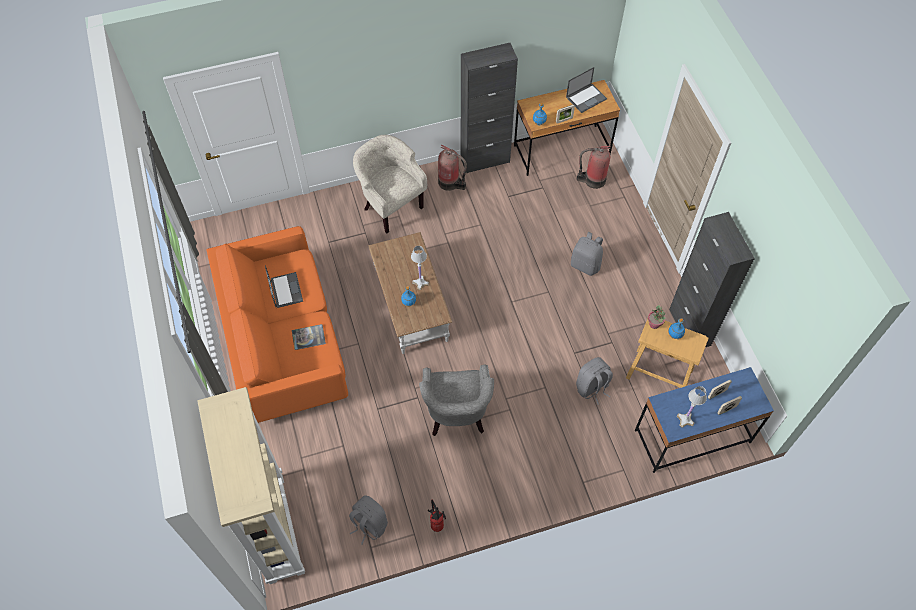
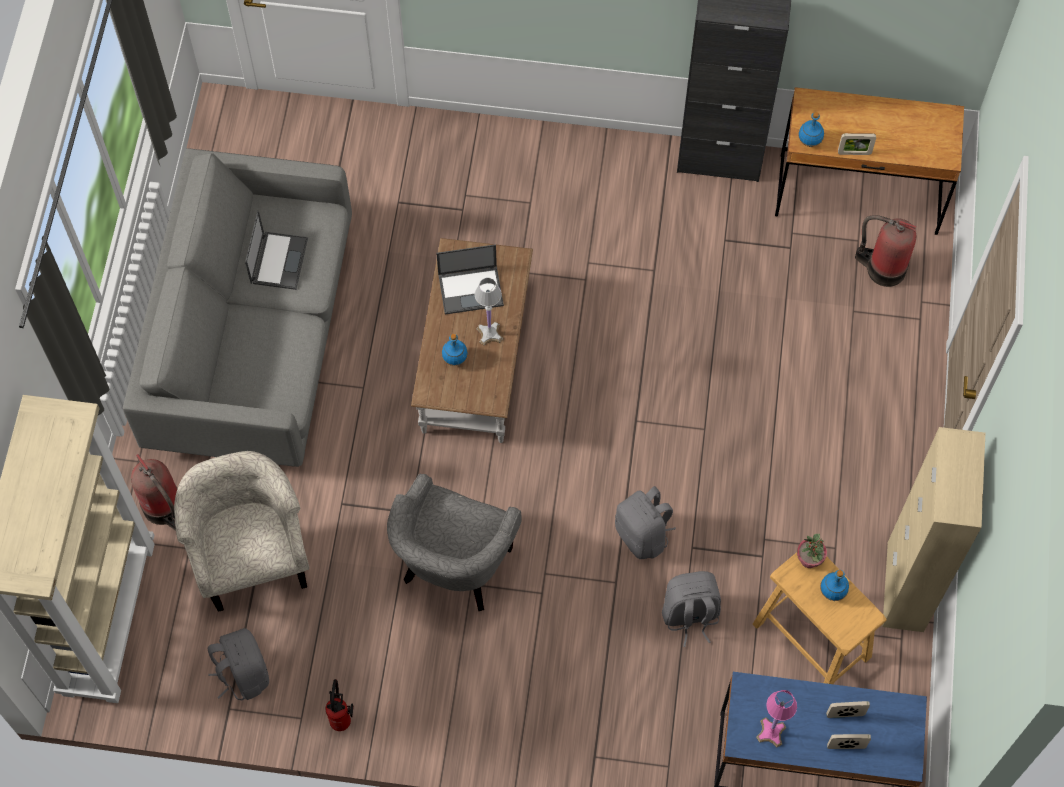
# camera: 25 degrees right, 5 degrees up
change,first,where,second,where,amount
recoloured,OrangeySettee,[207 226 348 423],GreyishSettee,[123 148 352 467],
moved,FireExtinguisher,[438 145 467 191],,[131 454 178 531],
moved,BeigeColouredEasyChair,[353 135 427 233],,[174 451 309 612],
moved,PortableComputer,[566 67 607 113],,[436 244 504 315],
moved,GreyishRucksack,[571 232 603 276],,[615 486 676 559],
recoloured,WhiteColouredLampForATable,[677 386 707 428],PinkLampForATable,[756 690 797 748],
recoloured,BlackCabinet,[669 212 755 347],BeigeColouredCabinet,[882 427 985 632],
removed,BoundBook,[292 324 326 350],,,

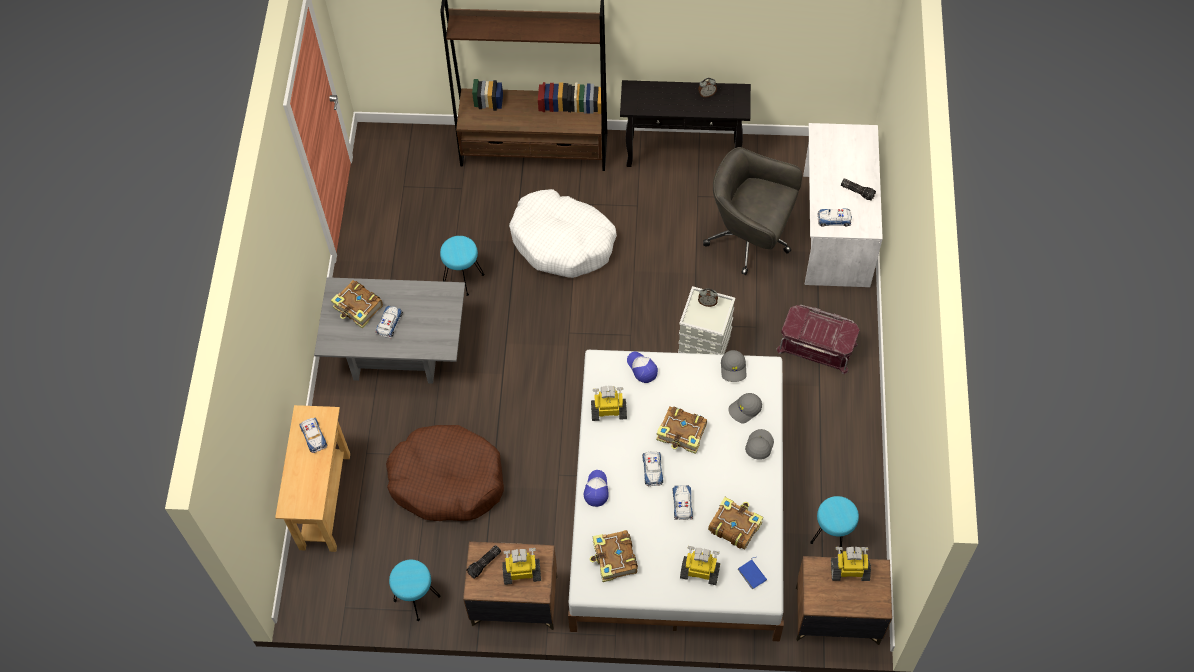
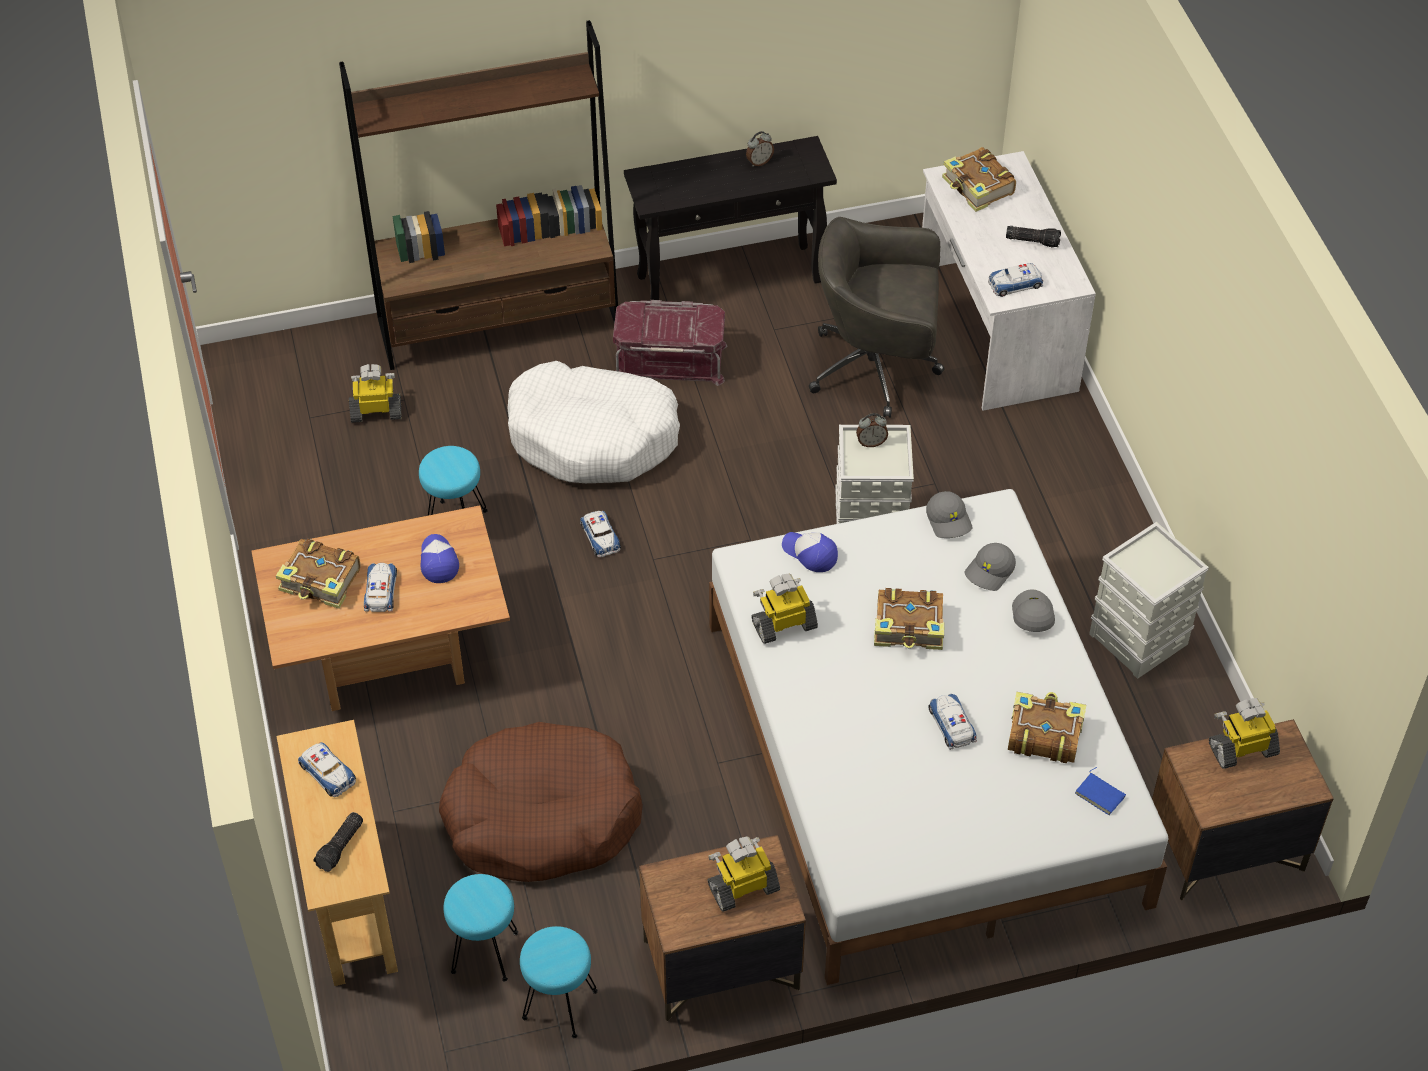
# camera: 20 degrees left, 10 degrees down
change,first,where,second,where,amount
recoloured,GreyishLoungeTable,[314 277 465 384],BrownishLoungeTable,[252 505 510 711],
moved,HandTorch,[466 545 501 579],,[313 812 363 872],
moved,ToyRobot,[680 546 720 585],,[349 364 401 423],
moved,Cap,[584 470 609 507],,[421 534 459 583],
moved,TurquoiseStoolSeat,[810 496 859 552],,[444 874 518 982],
moved,ToyCar,[642 451 663 487],,[580 511 621 557],
moved,ReddishStorageContainer,[777 305 860 374],,[613 300 727 386],
moved,BoundBook,[589 530 638 582],,[942 147 1016 212],
added,,,GreyishStorageContainer,[1089 522 1209 679],

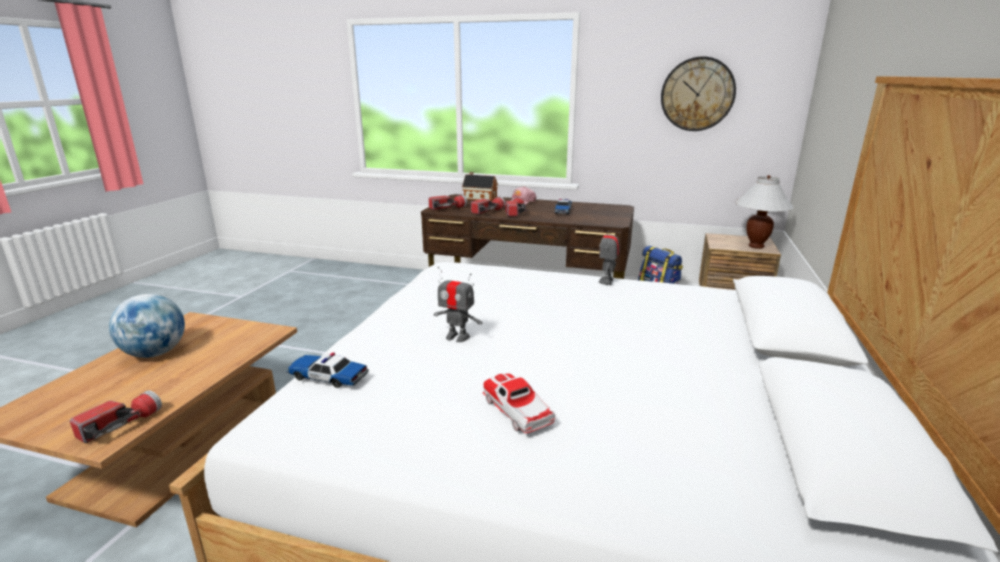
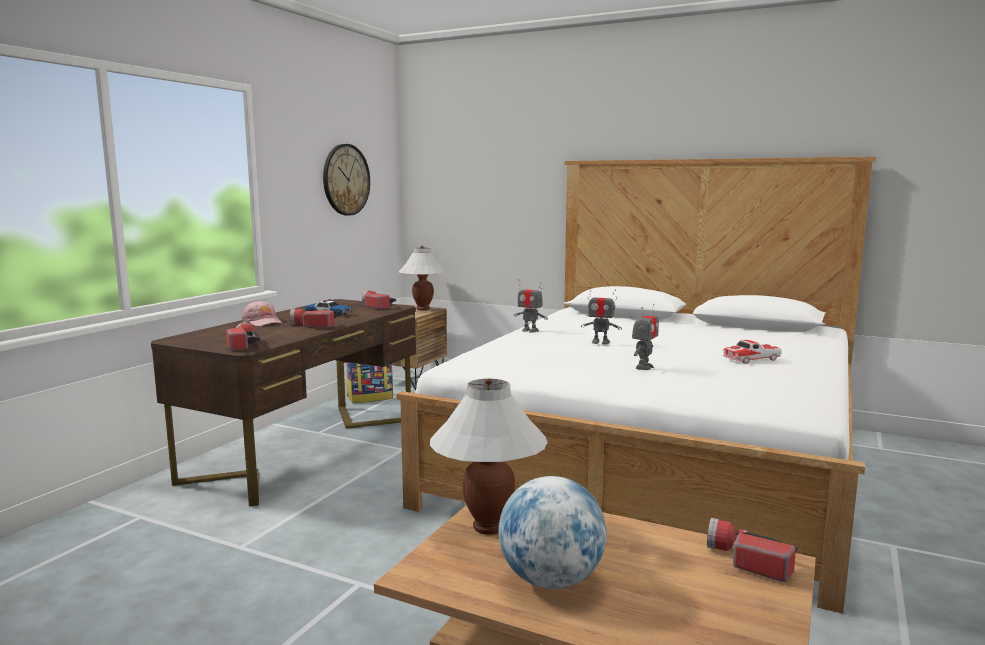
# camera: 80 degrees left, 10 degrees down
change,first,where,second,where,amount
moved,HandTorch,[471 197 505 215],,[362 290 396 309],
added,,,WhiteColouredLampForATable,[430 378 548 535],
added,,,ToyRobot,[581 287 622 344],
removed,ToyCar,[286 352 369 388],,,
removed,ToyHouse,[462 172 498 201],,,

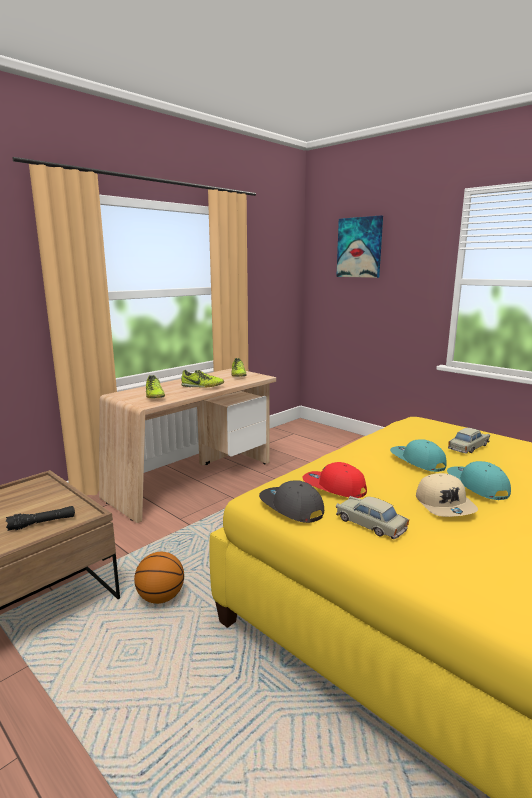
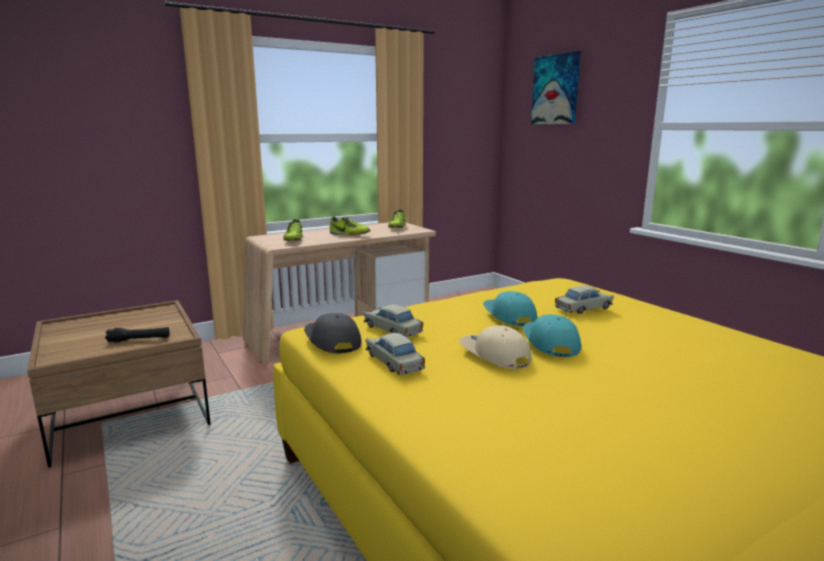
# camera: 15 degrees right, 0 degrees up
change,first,where,second,where,amount
replaced,ReddishCap,[302 462 367 498],BeigeColouredToyCar,[363 304 423 337],
turned,BeigeColouredCap,[416 473 478 517],,[459 325 531 369],135 degrees clockwise
removed,Basketball,[134 552 184 604],,,

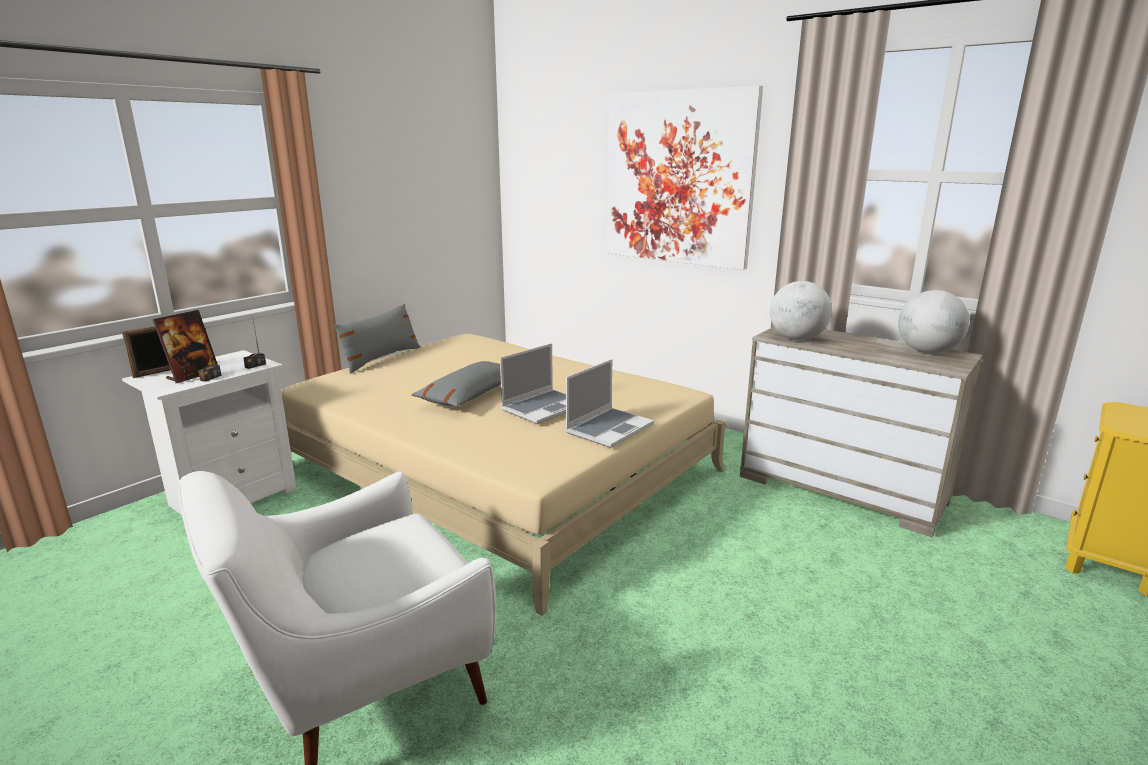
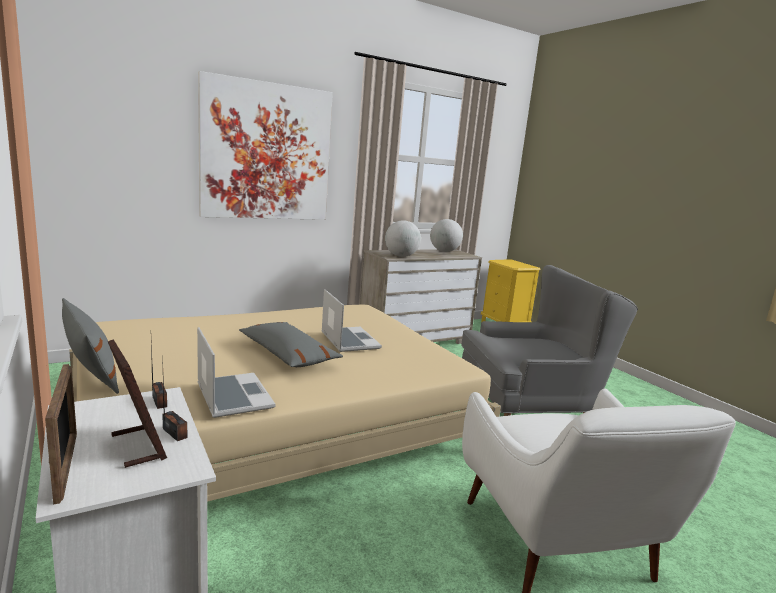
# camera: 70 degrees left, 5 degrees down
change,first,where,second,where,amount
moved,PortableComputer,[566 359 654 448],,[197 327 275 418],
added,,,GreyishEasyChair,[461 265 638 416],

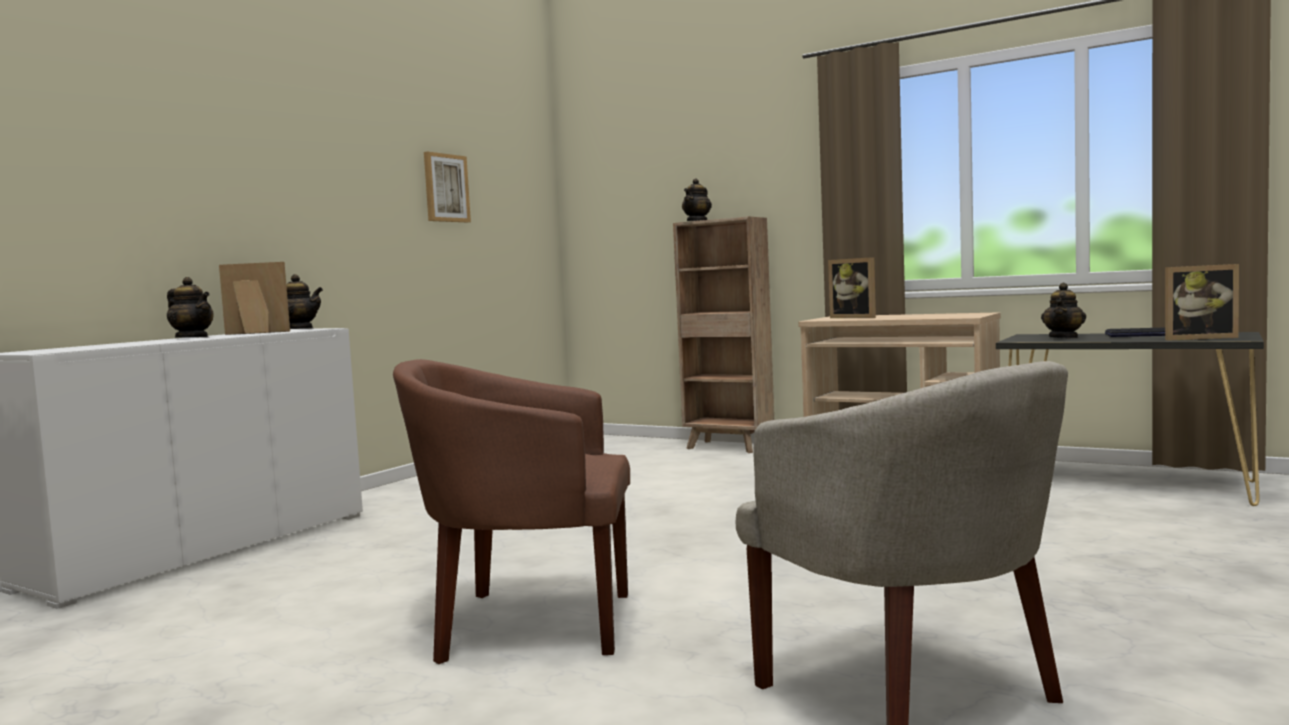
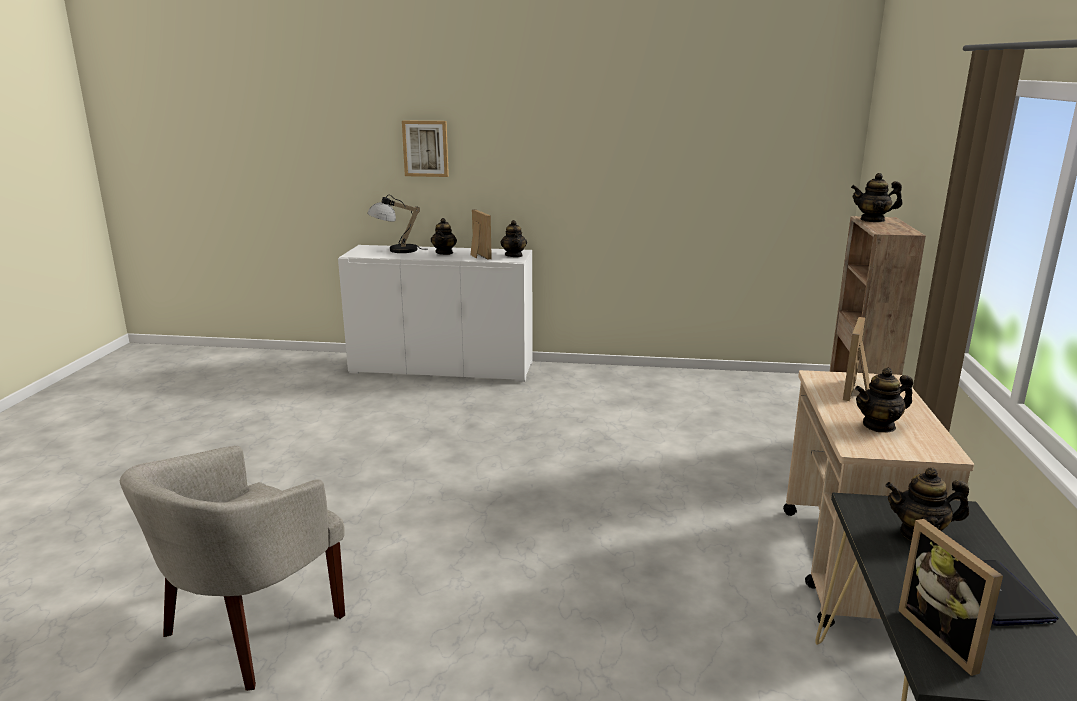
# camera: 65 degrees right, 15 degrees up
change,first,where,second,where,amount
added,,,LampForATable,[367 195 422 253],
moved,WallArt,[424 152 471 222],,[402 120 449 177],
added,,,PotForTea,[855 368 913 433],
removed,BrownishEasyChair,[393 359 630 664],,,

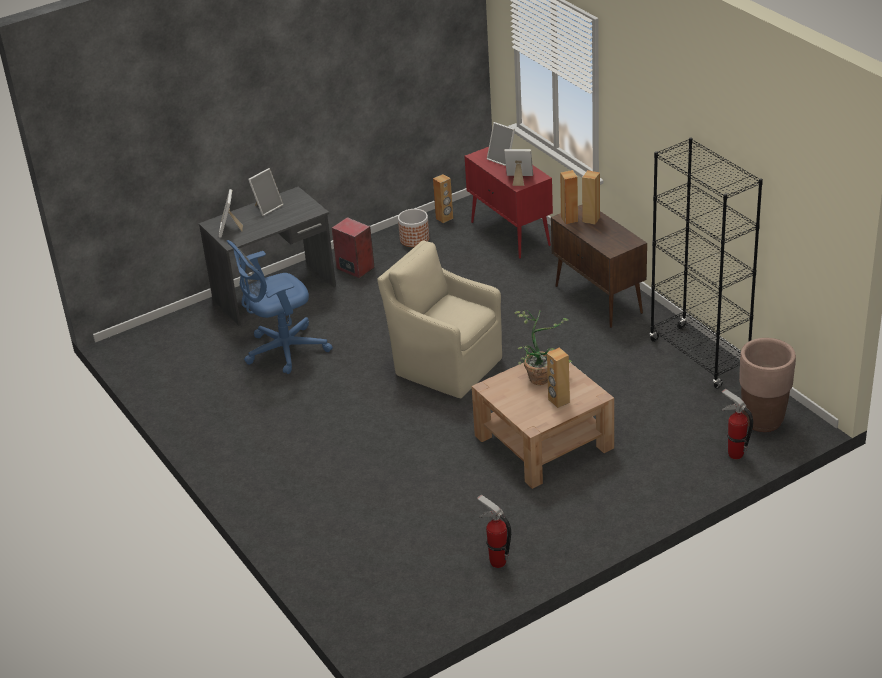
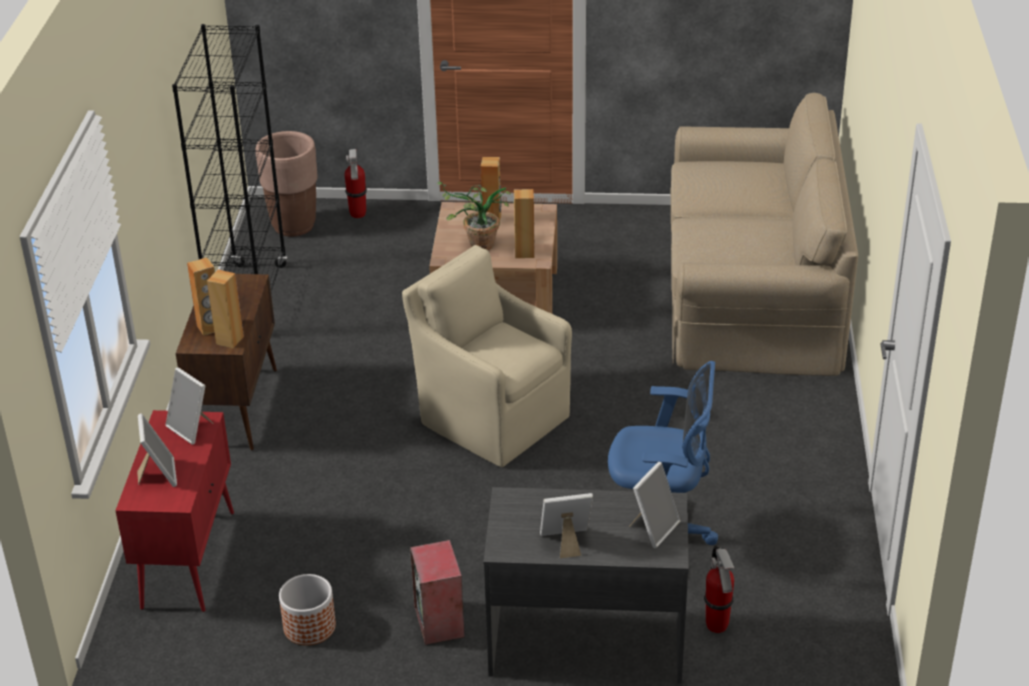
# camera: 145 degrees left, 0 degrees up
change,first,where,second,where,amount
turned,BeigeColouredEasyChair,[377 240 502 398],,[402 245 572 467],150 degrees clockwise
moved,BrownishLoudspeaker,[433 174 453 223],,[514 189 535 258],
added,,,BeigeColouredSettee,[671 93 858 376],
moved,FireExtinguisher,[477 495 511 568],,[704 546 735 633],

